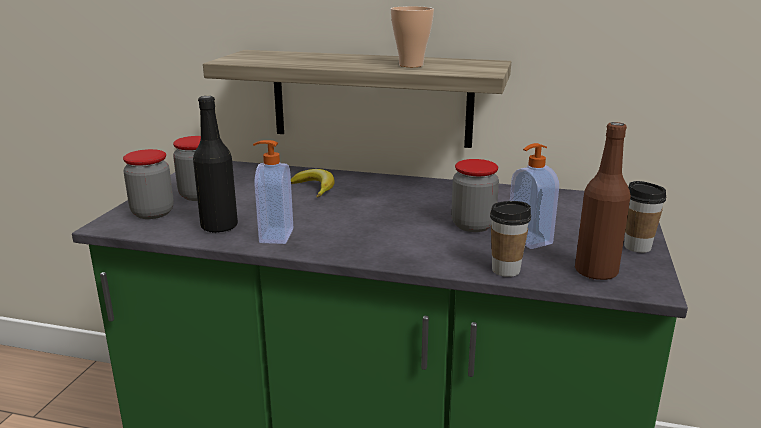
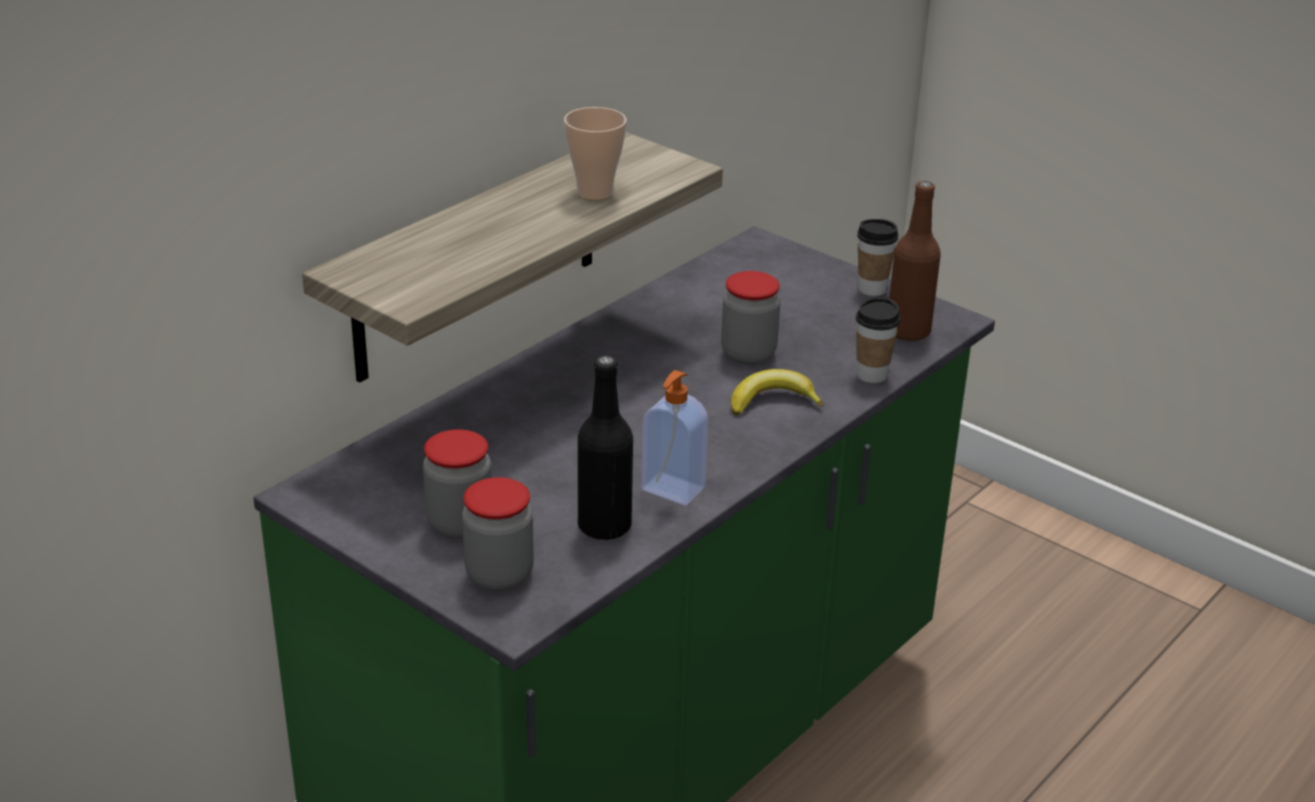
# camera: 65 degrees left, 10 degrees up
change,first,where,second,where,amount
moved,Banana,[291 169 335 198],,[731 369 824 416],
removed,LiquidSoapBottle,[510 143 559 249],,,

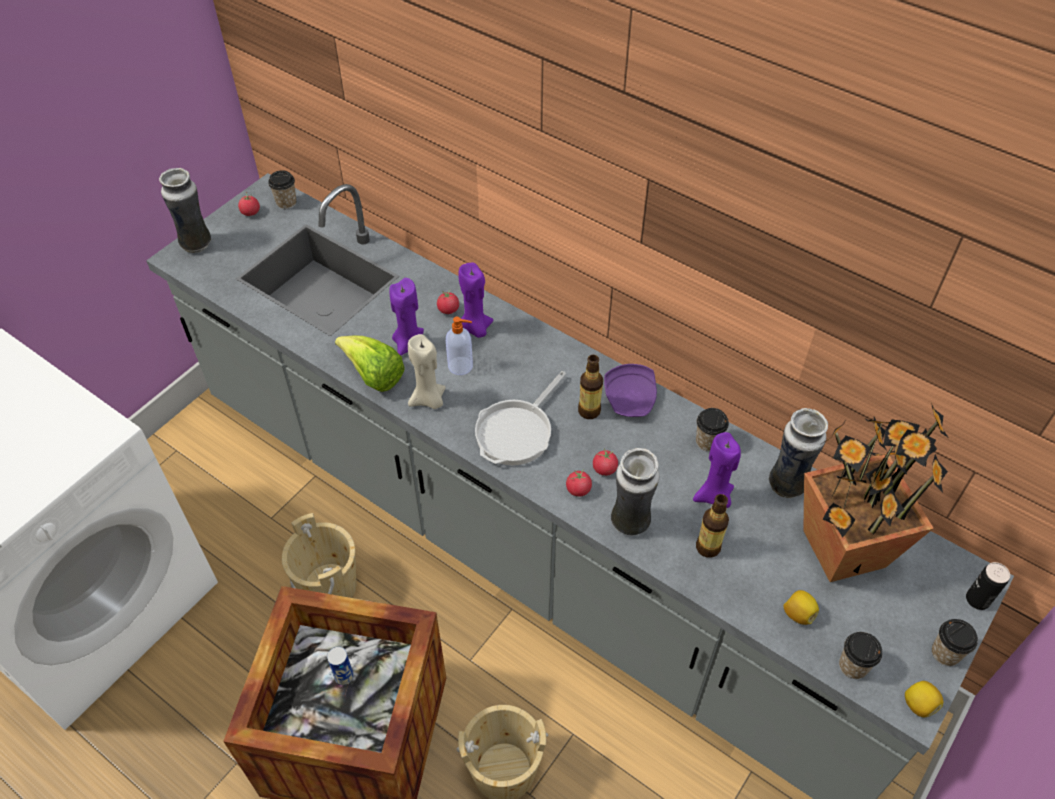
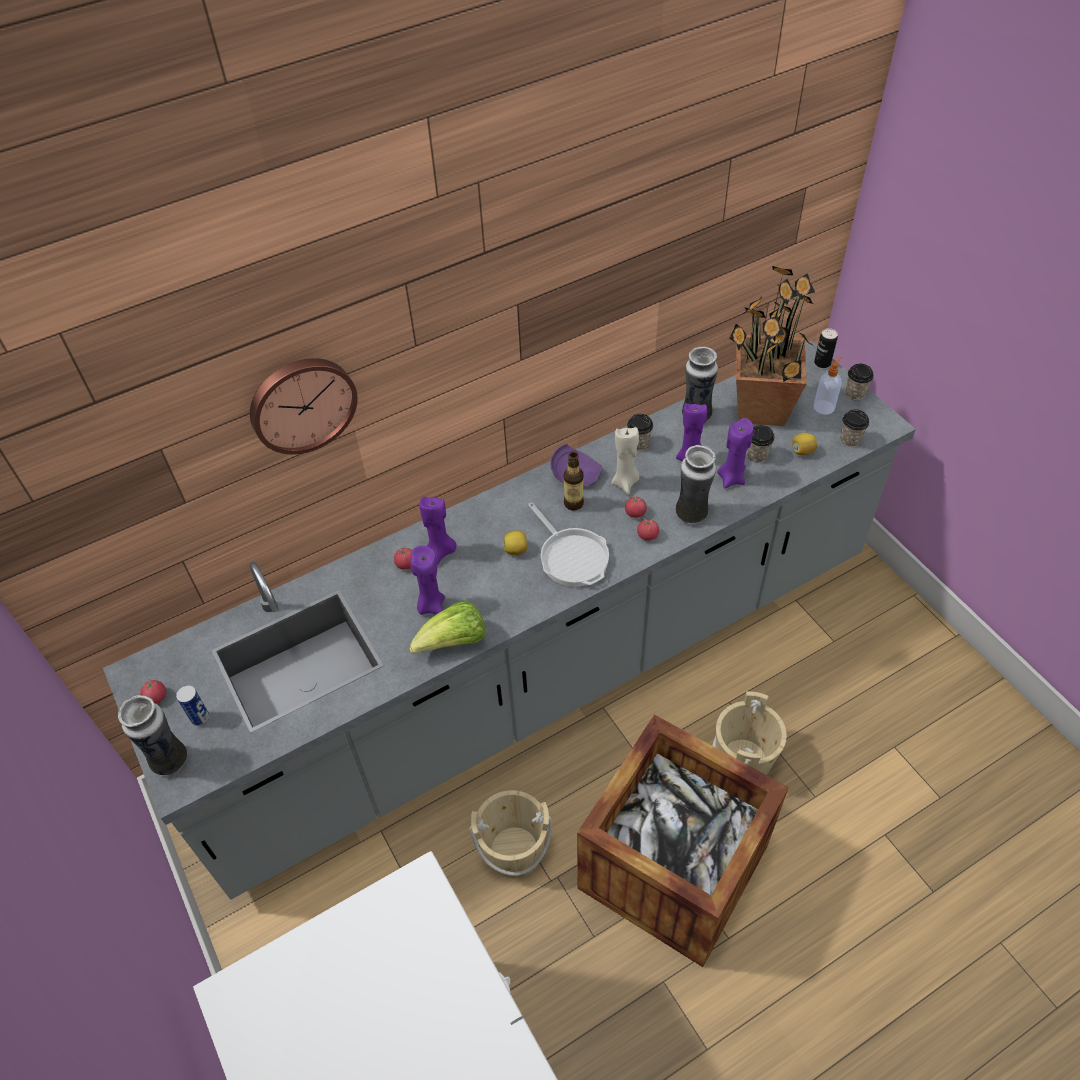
# camera: 65 degrees left, 0 degrees up
change,first,where,second,where,amount
moved,Can,[327 646 354 685],,[176 685 210 726],
added,,,WallClock,[250 358 358 454],
moved,WholeLemon,[905 681 943 717],,[503 530 527 555],
moved,BeigeColouredWaxCandle,[408 334 446 409],,[611 427 639 495],
replaced,BeverageBottle,[696 494 729 558],PurpleColouredWaxCandle,[717 418 754 489],
moved,SmallCup,[268 170 297 209],,[747 425 775 463],
moved,LiquidSoapBottle,[446 317 473 375],,[813 356 842 415],

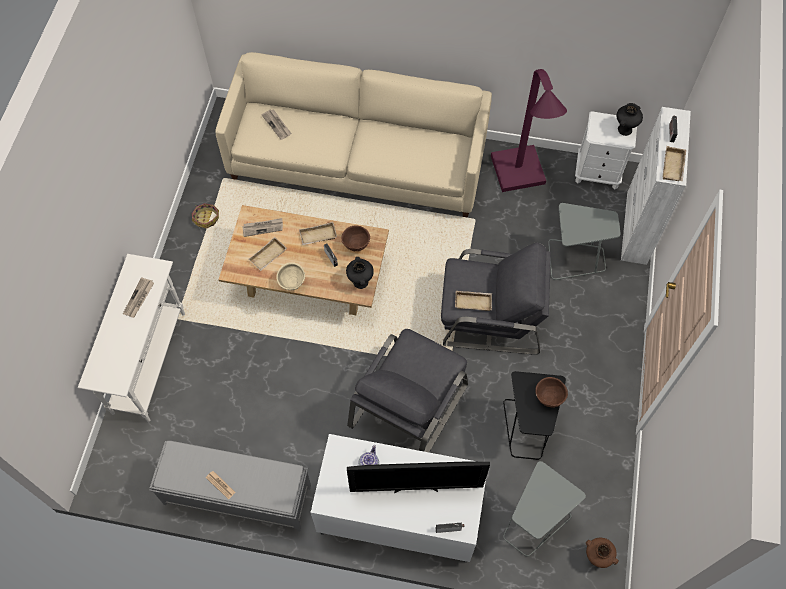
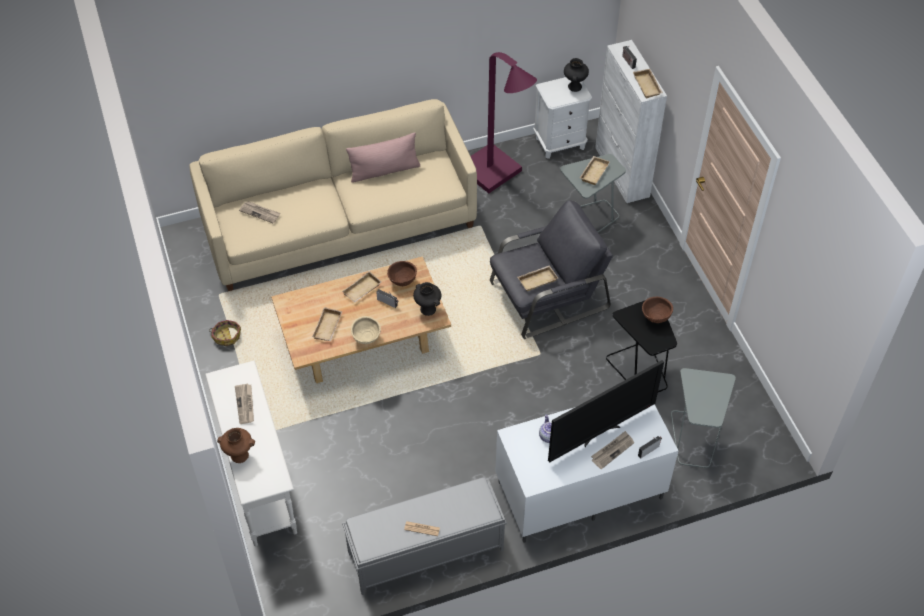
# camera: 30 degrees left, 10 degrees down
change,first,where,second,where,amount
moved,BrownishDecorativeVase,[586 538 619 568],,[217 428 255 463],
added,,,PinkPillow,[346 132 420 183],
added,,,BeigeColouredServingTray,[580 156 610 185],
moved,Newspaper,[242 218 283 237],,[591 431 634 469],
removed,GreyishEasyChair,[347 329 468 452],,,

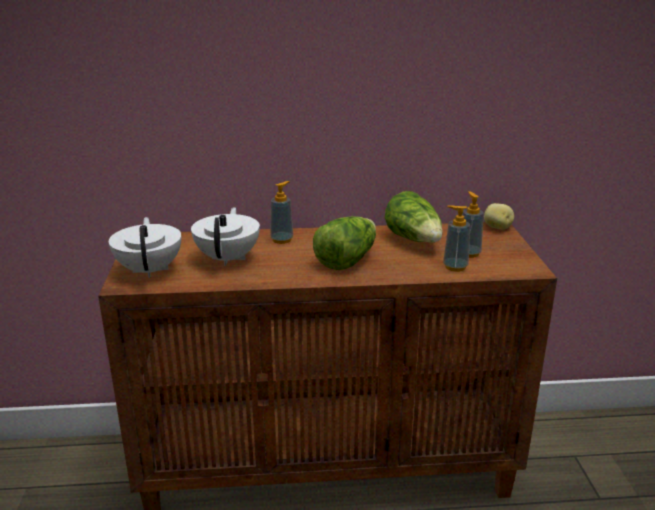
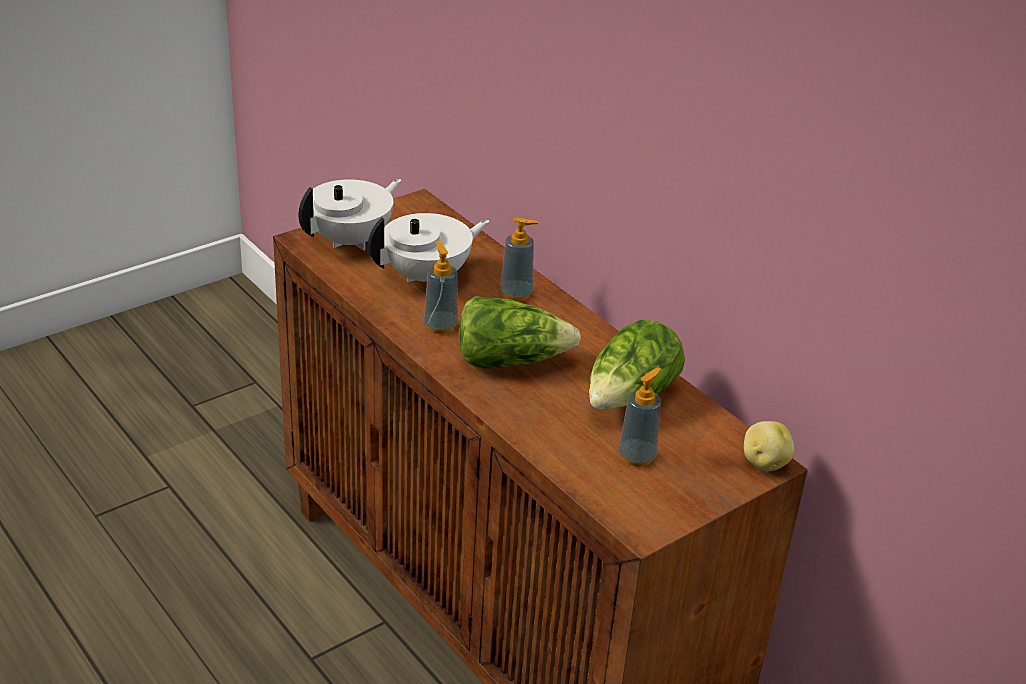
# camera: 55 degrees right, 10 degrees up
change,first,where,second,where,amount
moved,LiquidSoapBottle,[443 205 470 272],,[424 241 458 334],

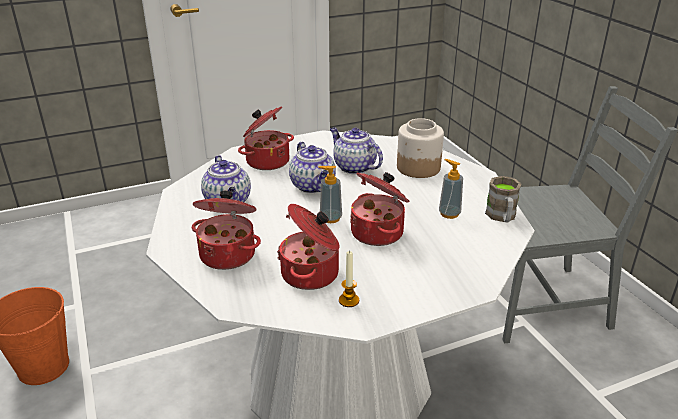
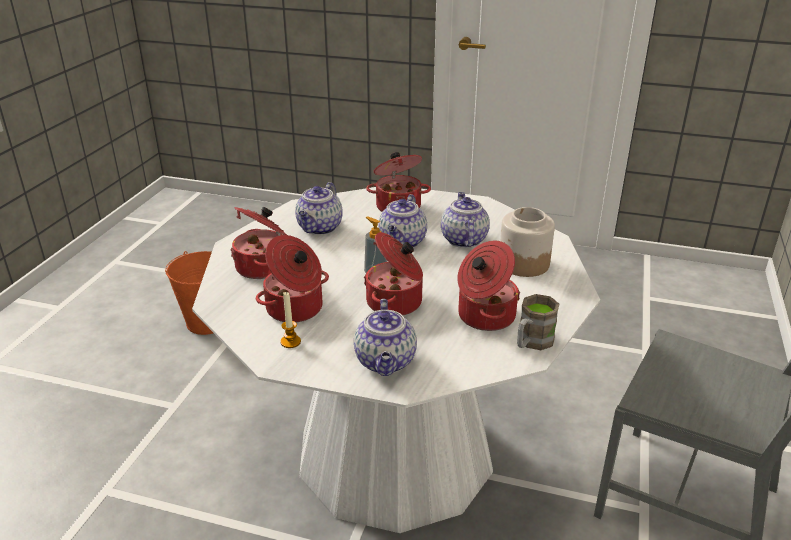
# camera: 40 degrees right, 0 degrees up
change,first,where,second,where,amount
added,,,PotForTea,[354 299 417 376],
replaced,LiquidSoapBottle,[439 159 463 219],Stockpot,[457 241 520 331],

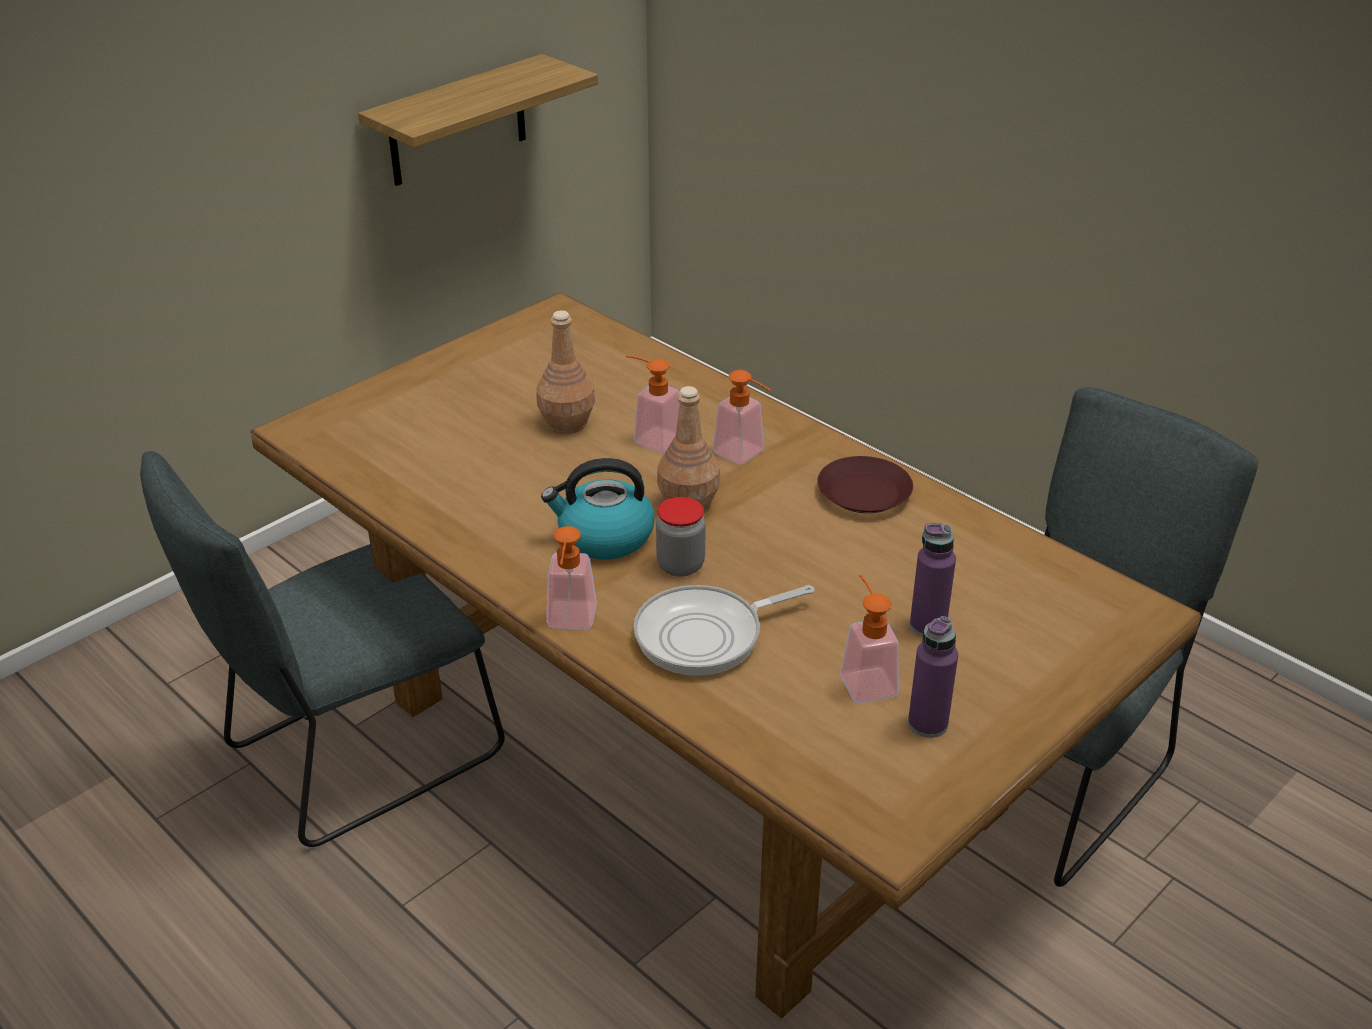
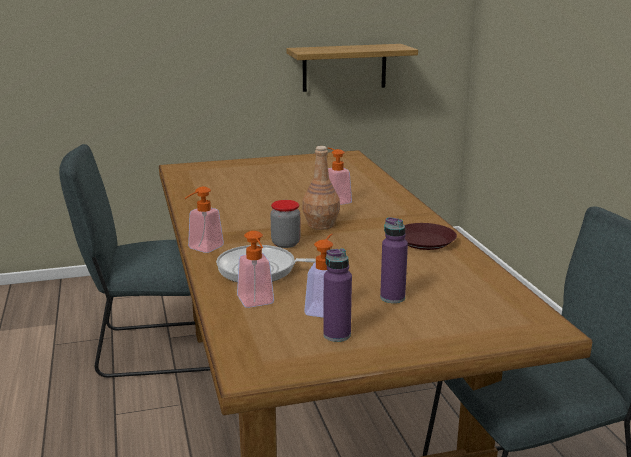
# camera: 30 degrees right, 15 degrees down
change,first,where,second,where,amount
moved,LiquidSoapBottle,[712 370 772 464],,[237 231 274 308],
removed,BrownishBeverageBottle,[536 310 595 434],,,
removed,WaterKettle,[541 458 655 560],,,

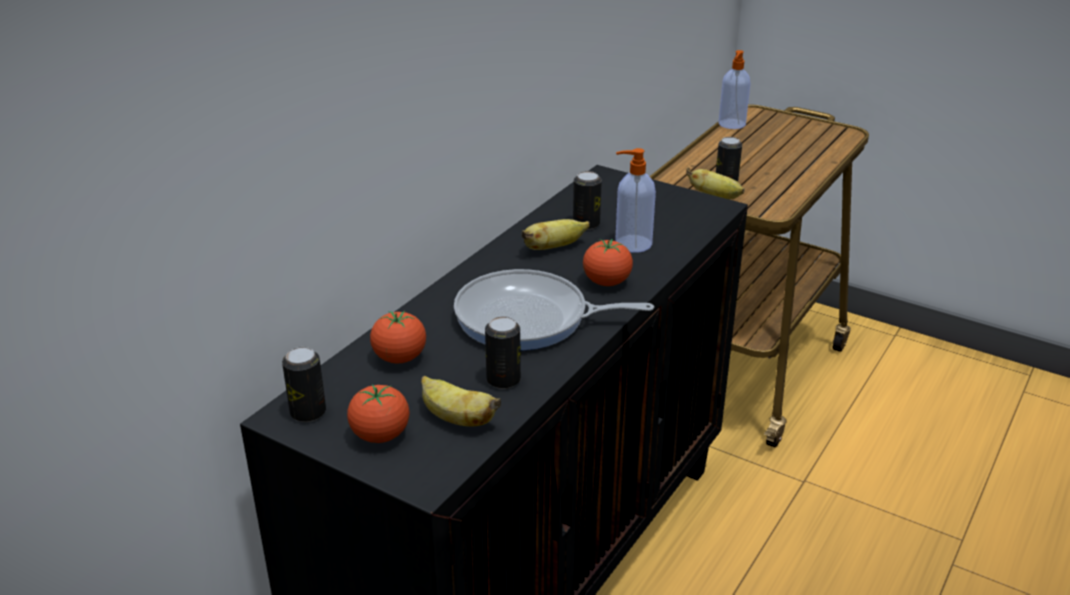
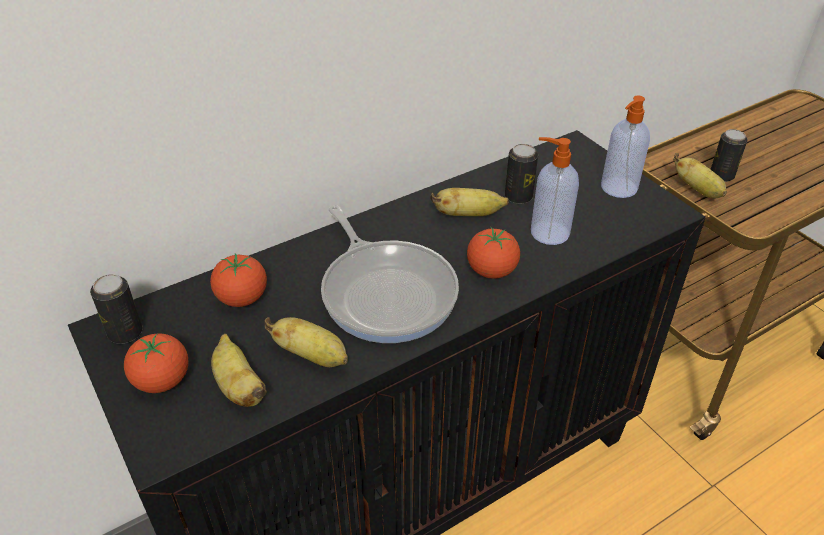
# camera: 25 degrees right, 10 degrees up
change,first,where,second,where,amount
replaced,Can,[485 316 521 389],Banana,[265 317 348 367],
turned,FryingPan,[454 269 654 350],,[321 205 459 343],150 degrees counterclockwise
moved,LiquidSoapBottle,[719 50 750 129],,[601 96 650 198],

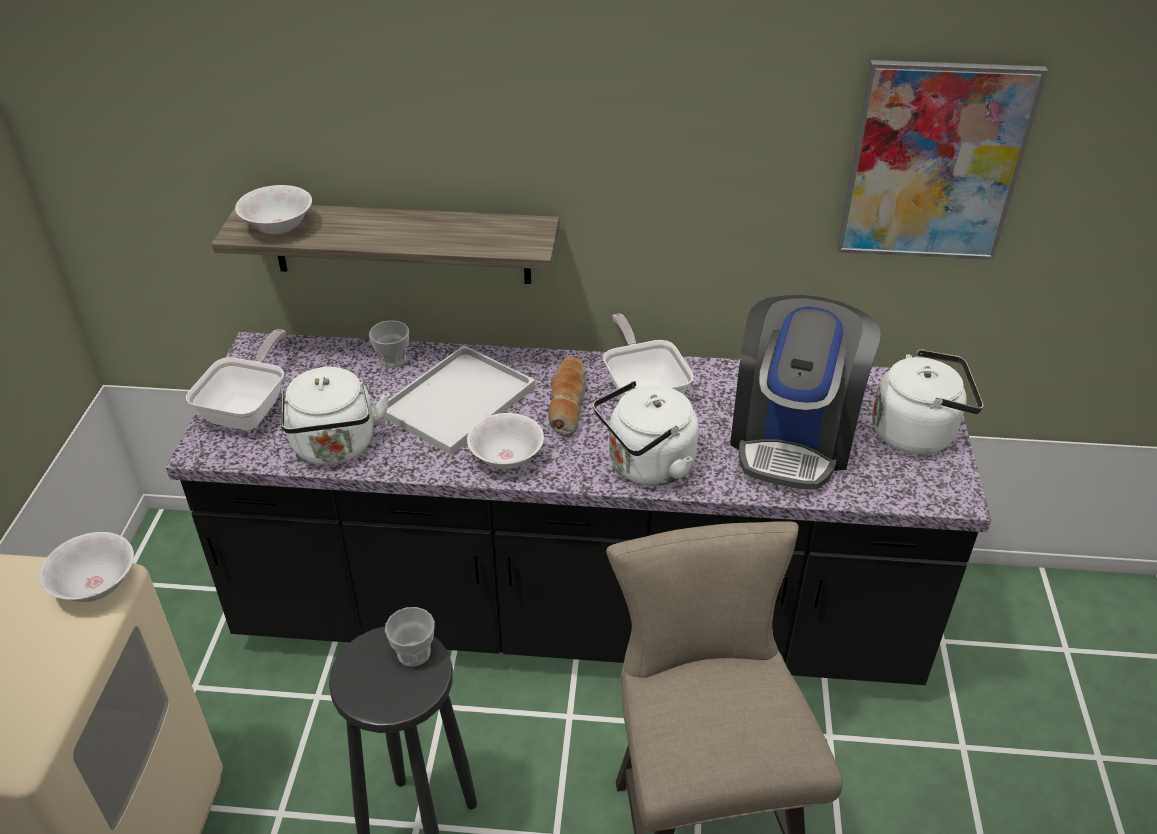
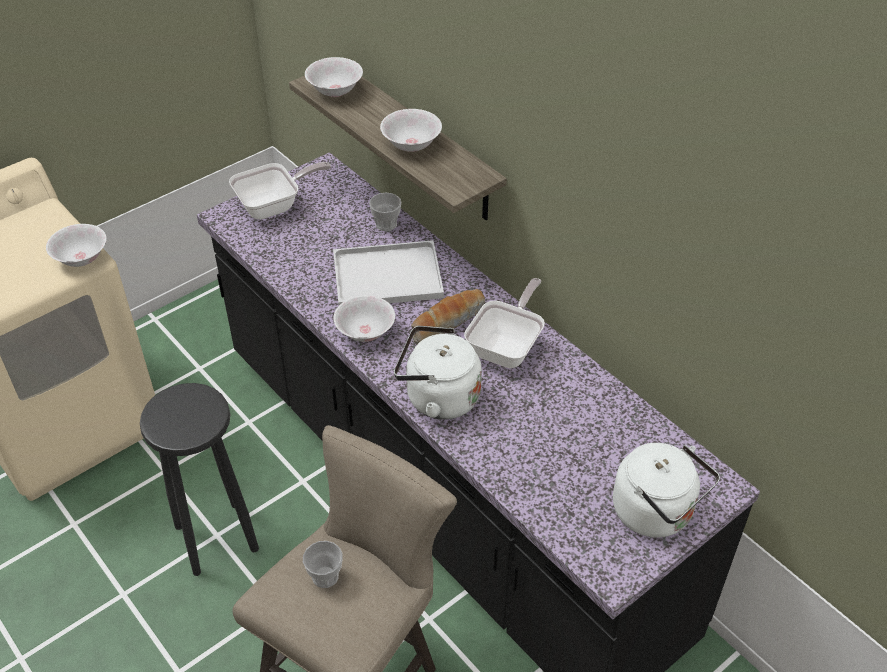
# camera: 45 degrees right, 5 degrees up
change,first,where,second,where,amount
moved,SmallCup,[385 607 435 667],,[303 541 343 588],
added,,,WhiteColouredDeepDish,[380 109 442 152],
removed,WhiteColouredWaterKettle,[281 367 390 465],,,
removed,CoffeeMaker,[730 295 881 490],,,
removed,WallArt,[837 60 1048 260],,,

